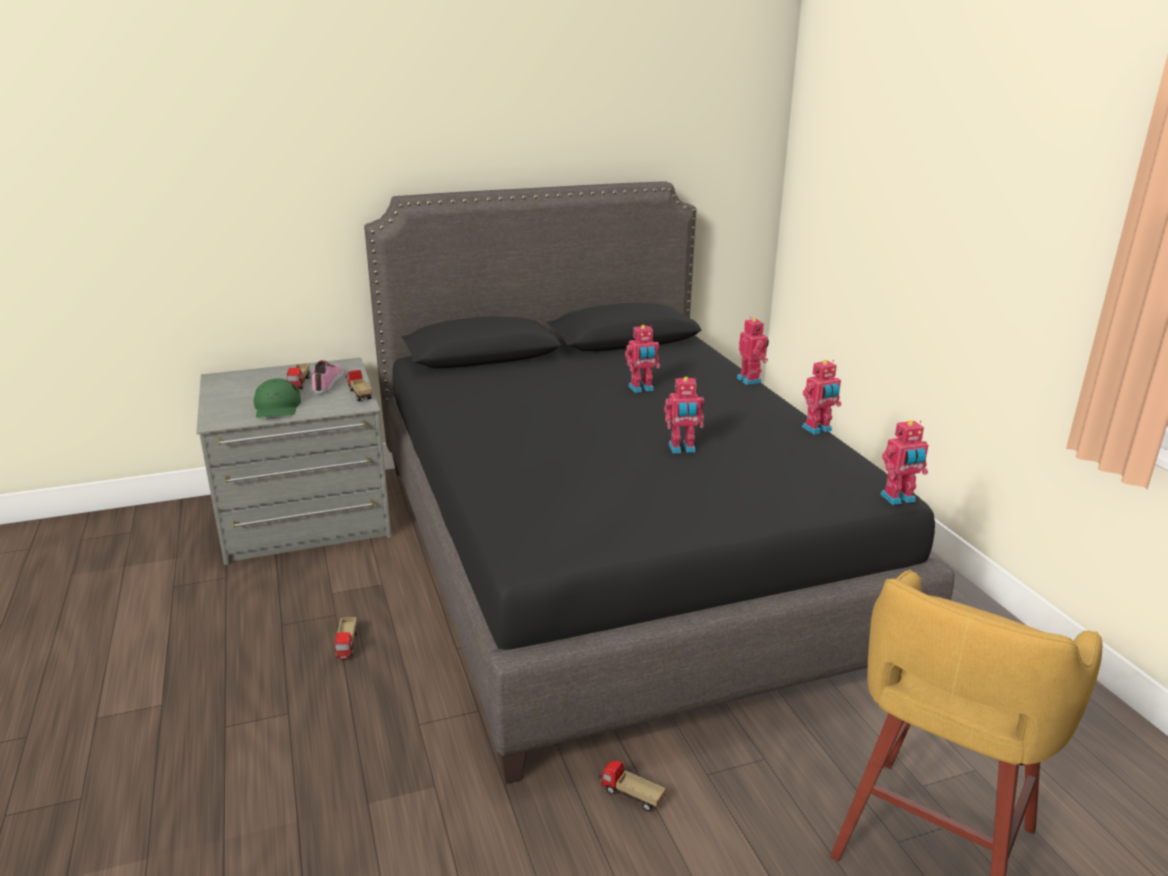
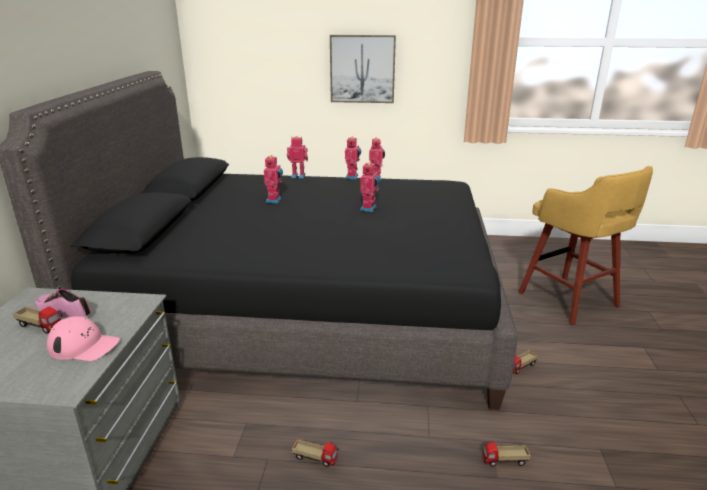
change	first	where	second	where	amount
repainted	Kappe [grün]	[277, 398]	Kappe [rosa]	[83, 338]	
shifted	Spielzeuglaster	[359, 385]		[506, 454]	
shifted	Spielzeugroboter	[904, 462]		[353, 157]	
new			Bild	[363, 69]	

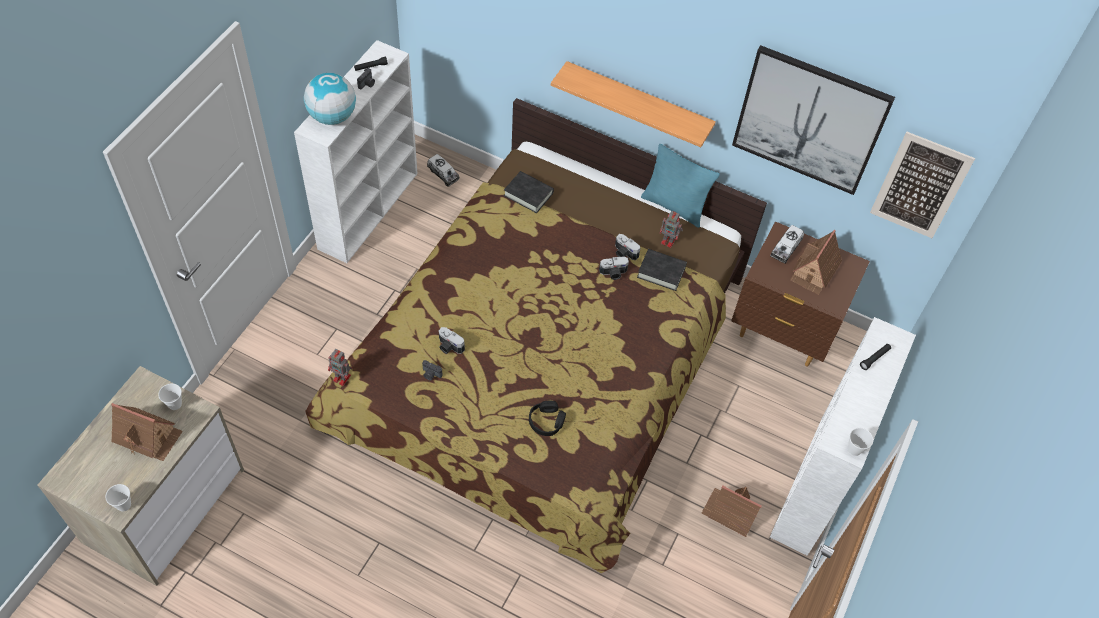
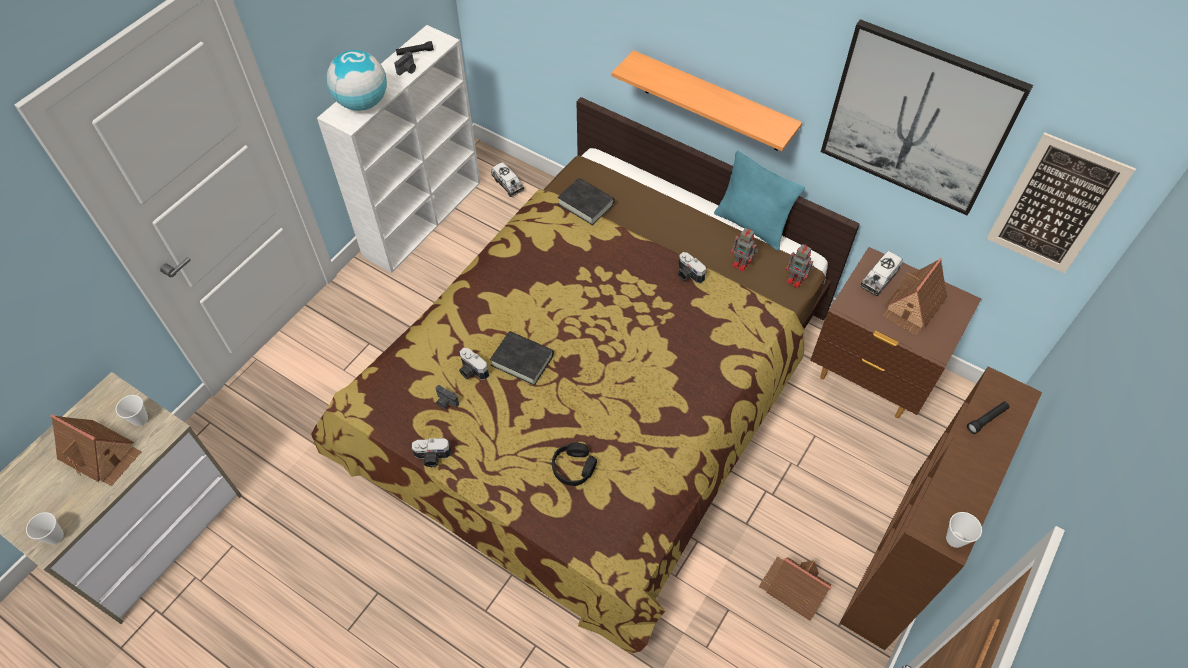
change	first	where	second	where	amount
shifted	Spielzeugroboter	[340, 367]		[800, 266]	
shifted	Kamera	[614, 268]		[431, 452]	
shifted	Buch [schwarz]	[662, 270]		[522, 358]	
repainted	Bücherregal [weiß]	[843, 436]	Bücherregal [braun]	[941, 508]	

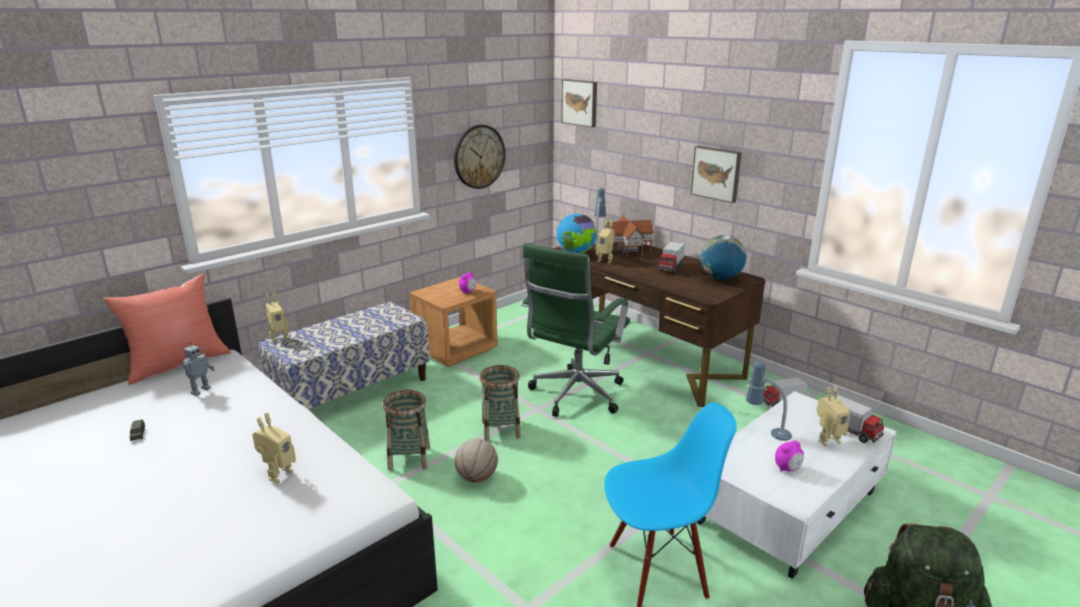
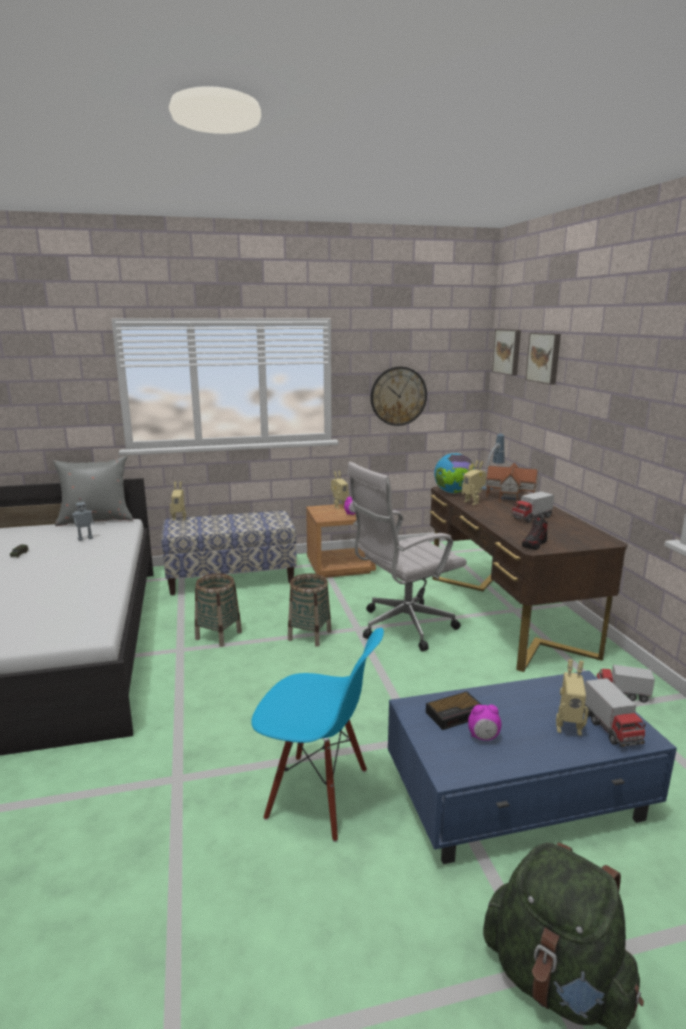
change	first	where	second	where	amount
repainted	Kissen [rot]	[167, 329]	Kissen [grau]	[93, 491]	
shifted	Spielzeugroboter	[274, 447]		[340, 489]	
gone	Basketball	[476, 461]			
repainted	Bürostuhl [grün]	[575, 330]	Bürostuhl [weiß]	[407, 556]	
shifted	Bild	[716, 174]		[543, 359]	
repainted	Couchtisch [weiß]	[797, 485]	Couchtisch [blau]	[532, 767]	
gone	Globus	[723, 257]			
gone	Tischlampe	[769, 401]			
new			Wecker	[454, 710]	
new			Schuh	[535, 533]	

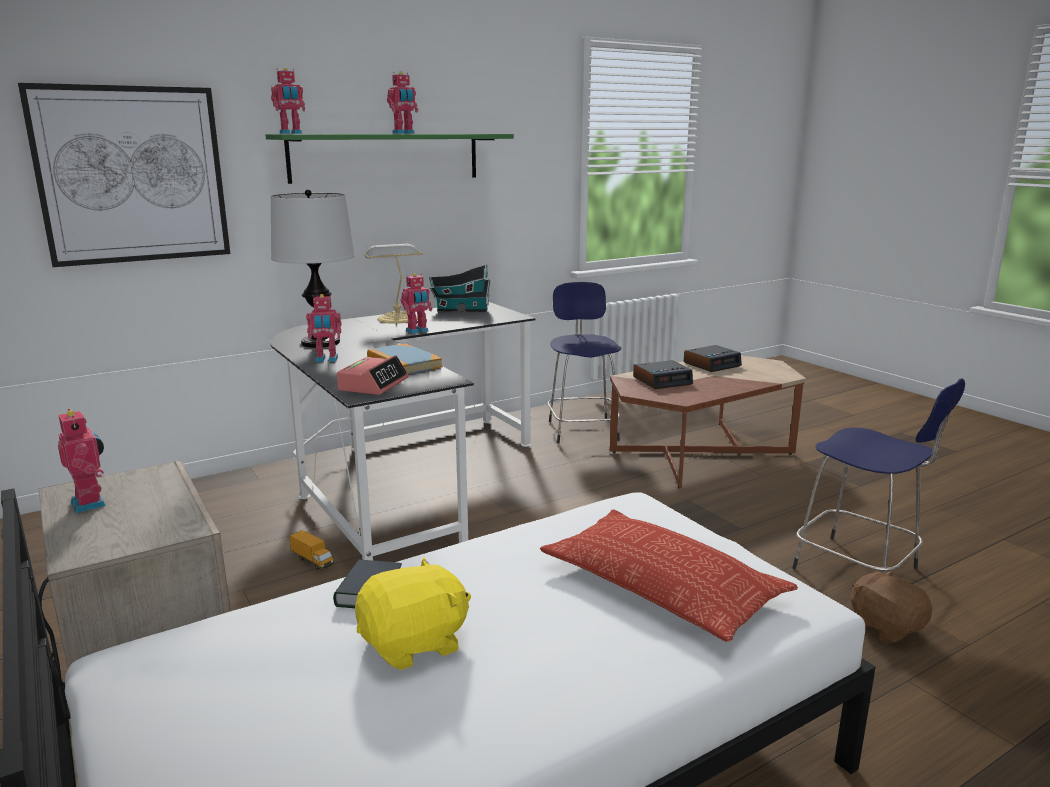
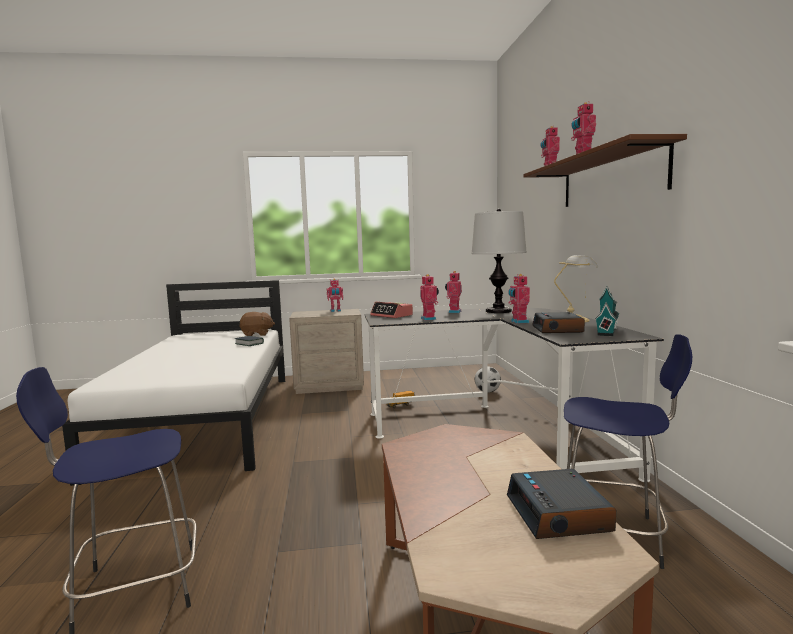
change	first	where	second	where	amount
gone	Bild	[124, 175]			
repainted	Wandregal [grün]	[390, 159]	Wandregal [braun]	[605, 170]	
gone	Plüschtier [gelb]	[413, 613]			
swapped	Buch	[405, 358]	Spielzeugroboter	[429, 297]	
gone	Kissen	[669, 576]			
shifted	Wecker	[663, 374]		[558, 322]	
shifted	Plüschtier [braun]	[891, 607]		[257, 324]	
new			Fußball	[488, 380]	

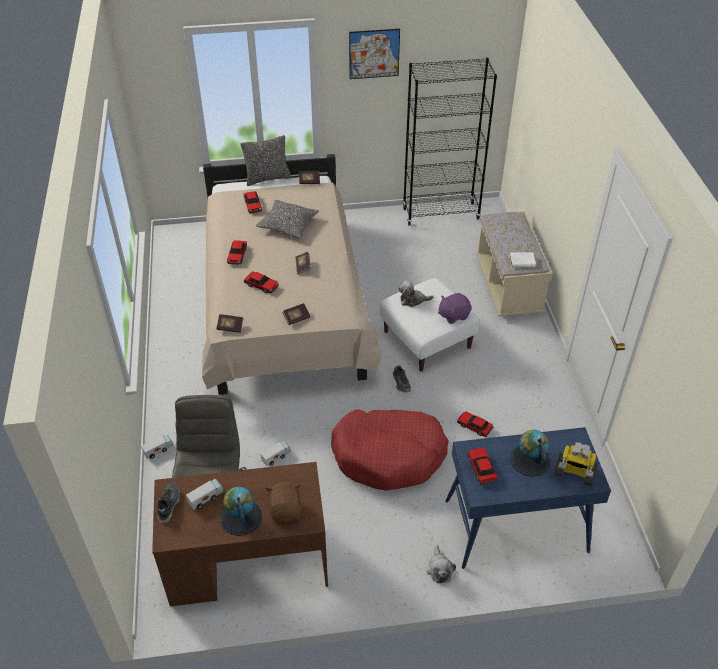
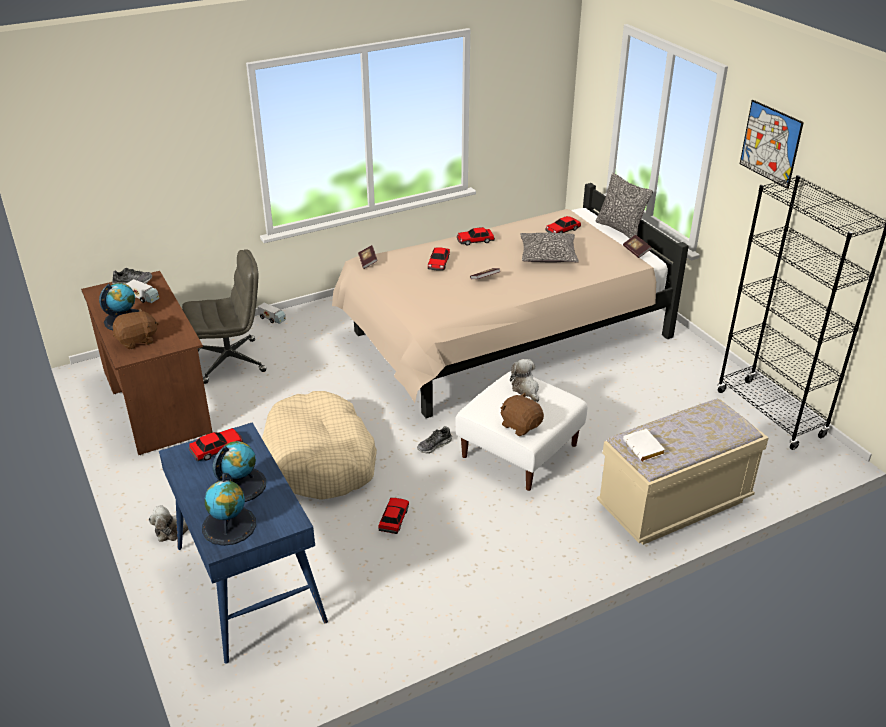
change	first	where	second	where	amount
gone	Spielzeuglaster	[276, 453]			
gone	Buch	[296, 314]			
repainted	Hundebett [rot]	[390, 449]	Hundebett [beige]	[319, 445]	
repainted	Plüschtier [lila]	[454, 308]	Plüschtier [braun]	[522, 414]	
swapped	Spielzeugroboter	[575, 464]	Globus	[229, 509]	

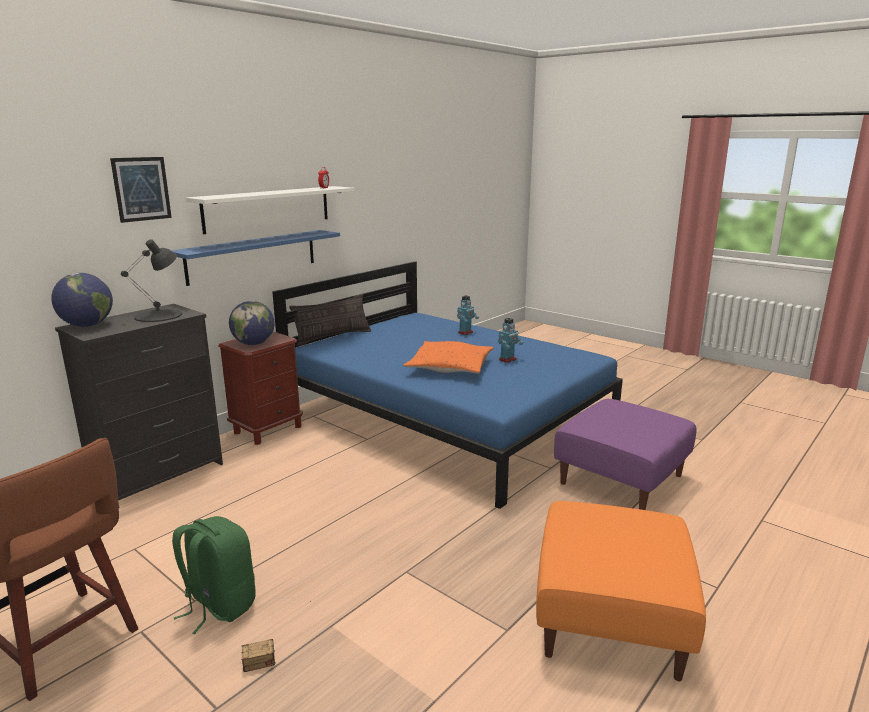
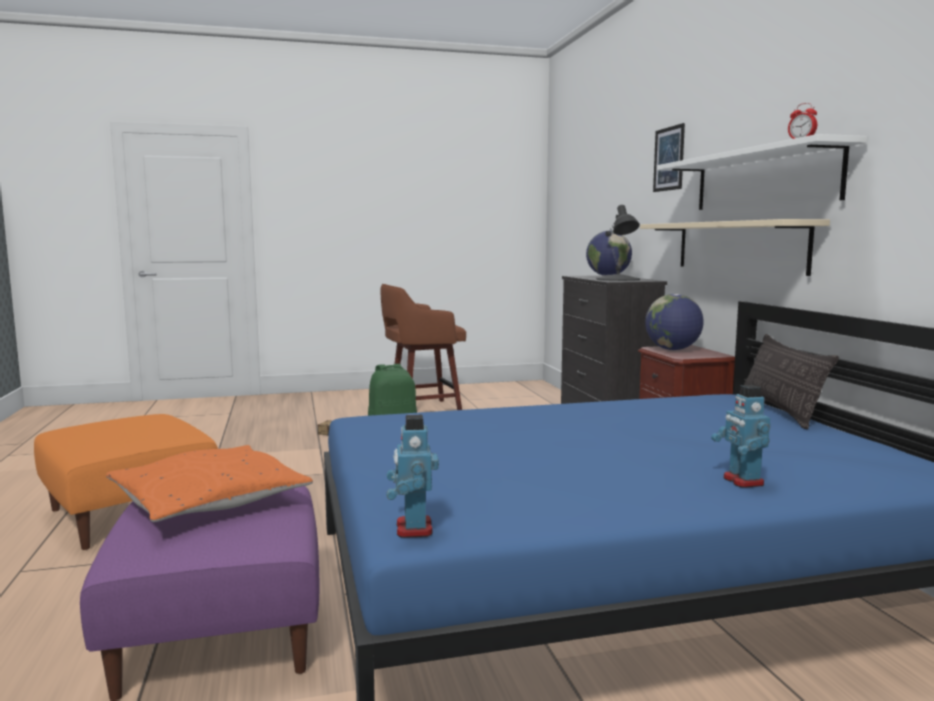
change	first	where	second	where	amount
repainted	Wandregal [blau]	[255, 258]	Wandregal [beige]	[735, 247]	
shifted	Kissen [orange]	[448, 357]		[209, 483]	
shifted	Spielzeugroboter	[510, 340]		[412, 476]	

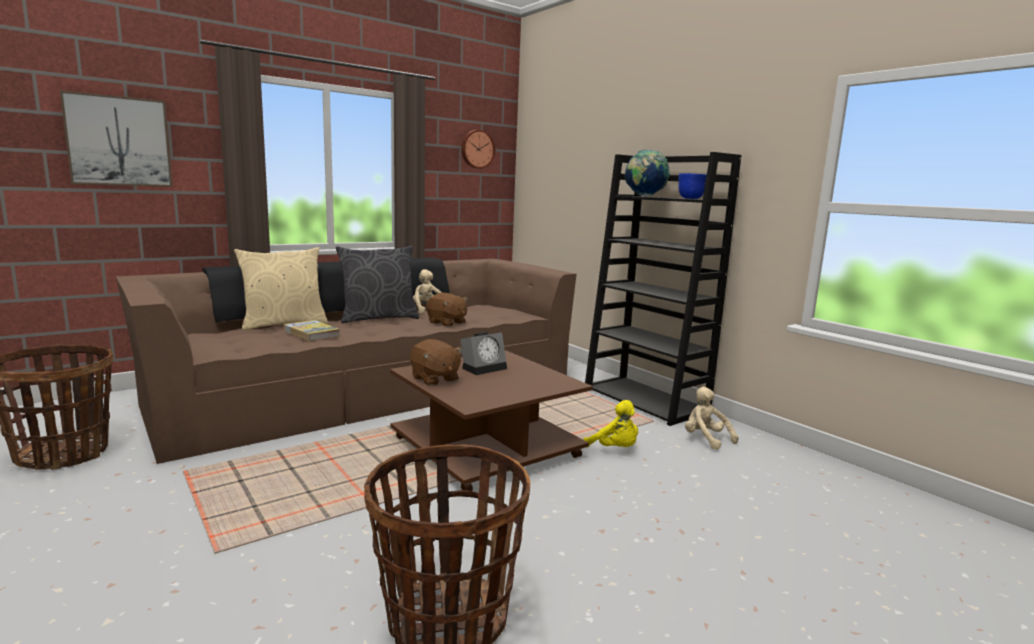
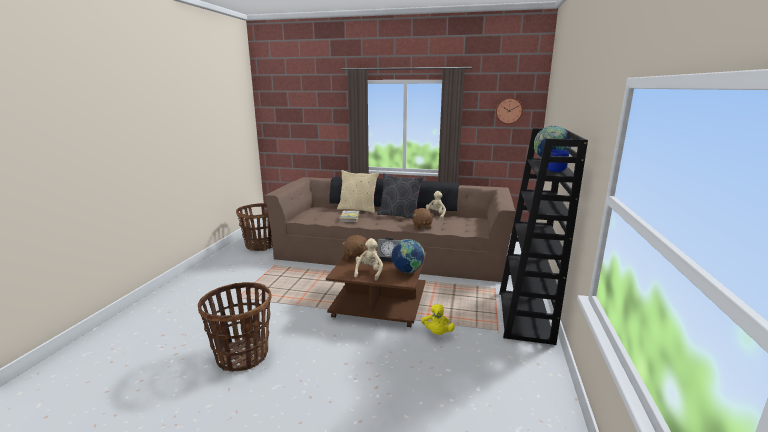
change	first	where	second	where	amount
gone	Bild	[116, 138]			
shifted	Plüschtier [beige]	[712, 418]		[368, 259]	
new			Globus	[408, 256]	

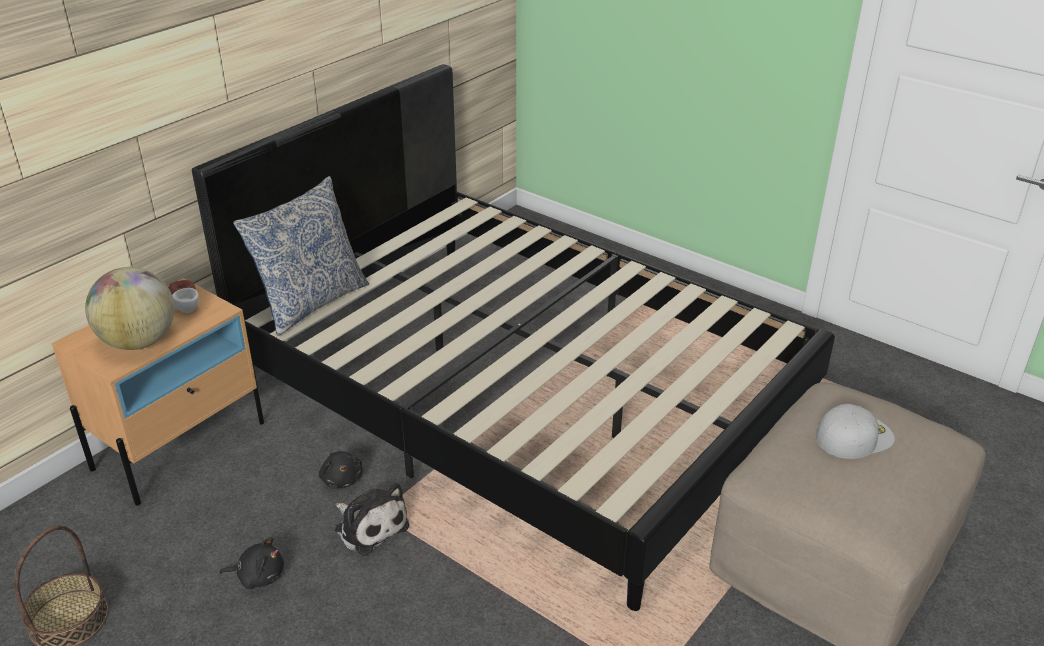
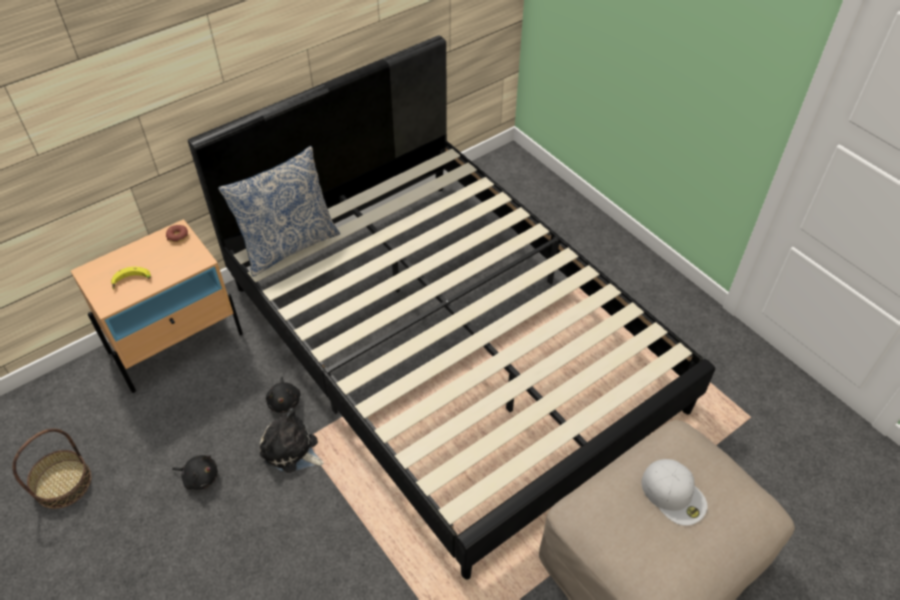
change	first	where	second	where	amount
swapped	Globus	[129, 308]	Banane	[131, 278]	
gone	Tasse [weiß]	[185, 300]			
rotated	Plüschtier	[372, 519]		[291, 440]	150 degrees clockwise
rotated	Kappe [weiß]	[855, 431]		[675, 492]	60 degrees clockwise

